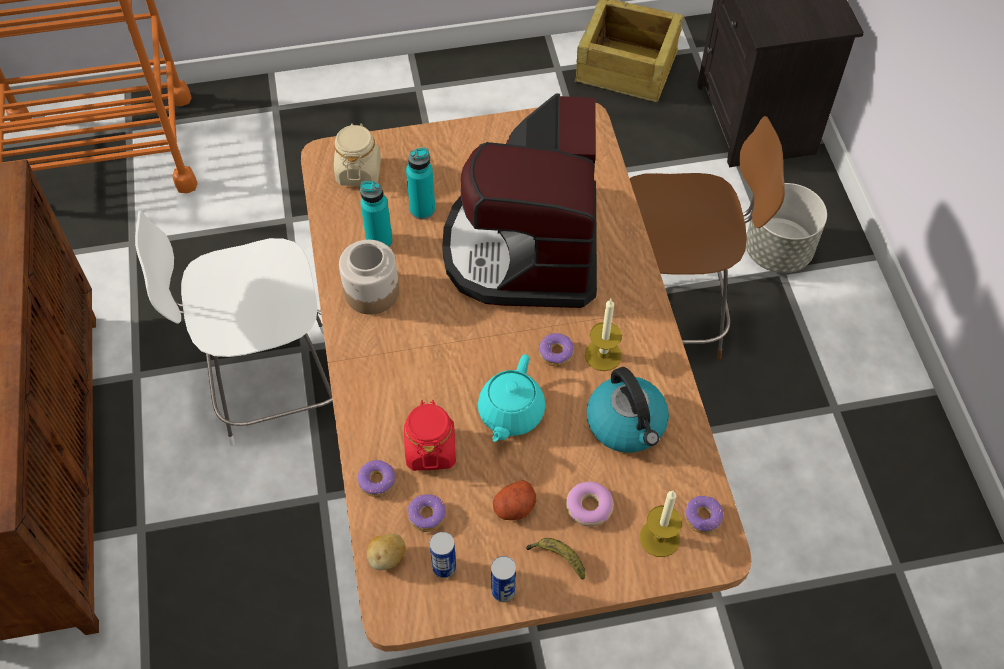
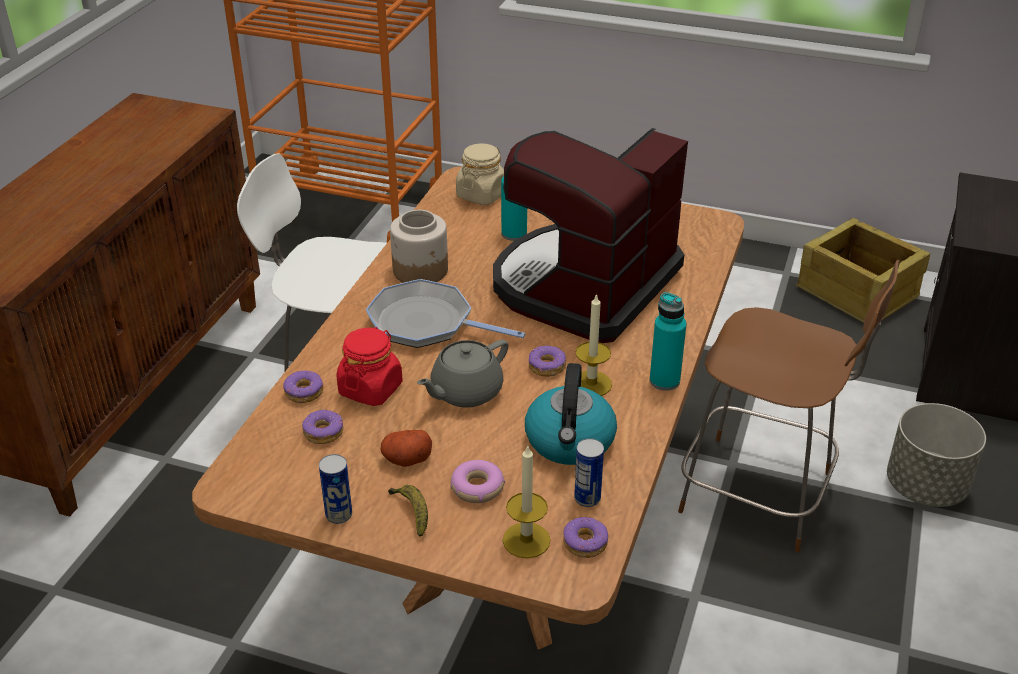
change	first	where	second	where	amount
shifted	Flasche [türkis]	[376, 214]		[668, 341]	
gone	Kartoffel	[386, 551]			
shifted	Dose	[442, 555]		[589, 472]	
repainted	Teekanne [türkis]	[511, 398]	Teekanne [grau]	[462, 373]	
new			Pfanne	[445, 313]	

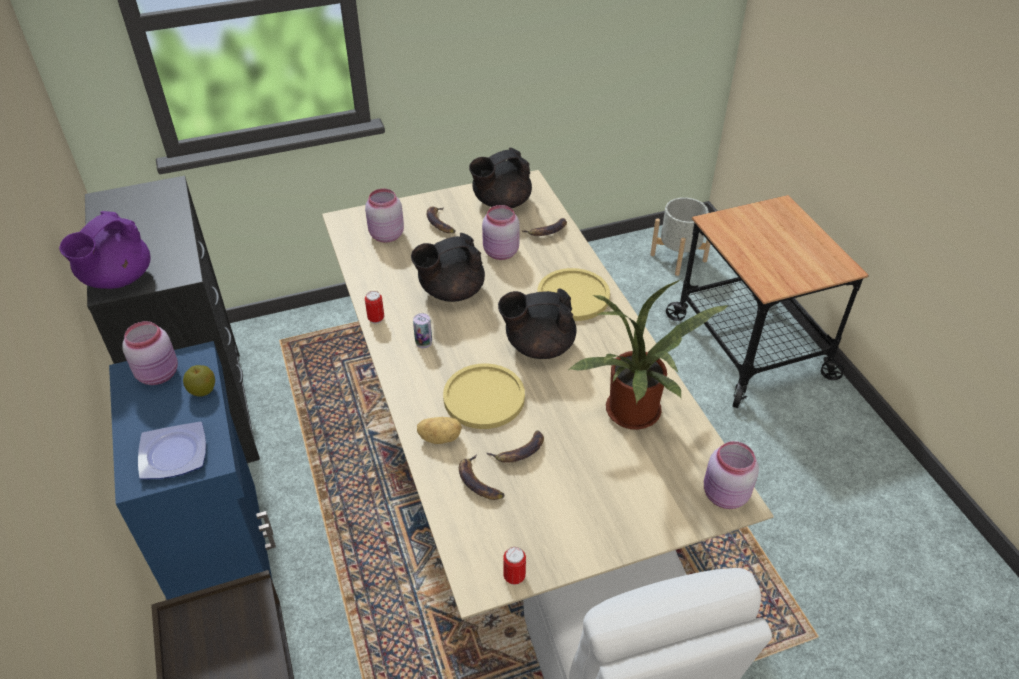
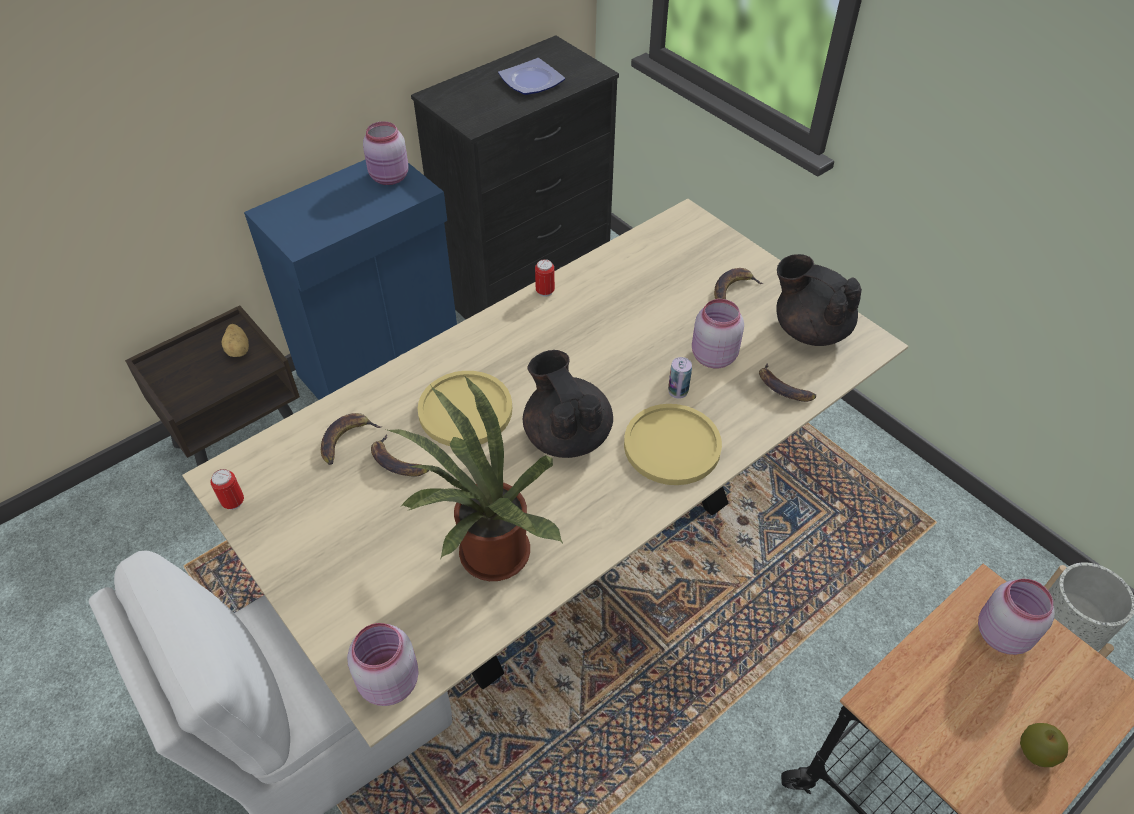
change	first	where	second	where	amount
gone	Teekanne [lila]	[104, 250]			
shifted	Teller	[172, 450]		[531, 76]	
shifted	Apfel	[199, 380]		[1044, 745]	
shifted	Vorratsglas [rosa]	[384, 215]		[1016, 617]	
gone	Teekanne [schwarz]	[448, 267]			
shifted	Dose	[422, 330]		[680, 378]	
shifted	Kartoffel	[439, 430]		[235, 340]	

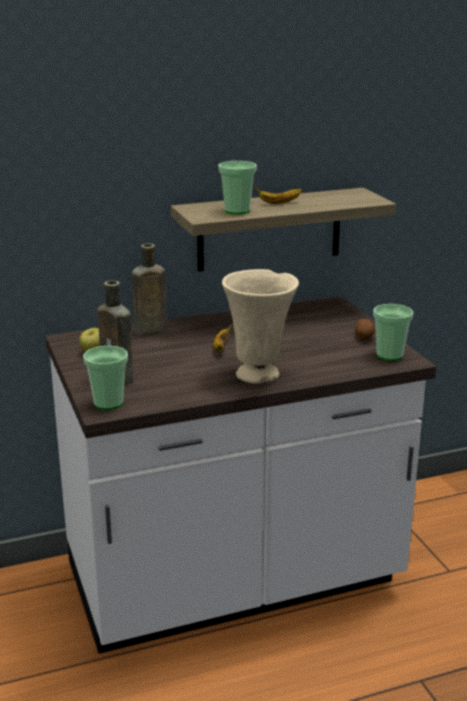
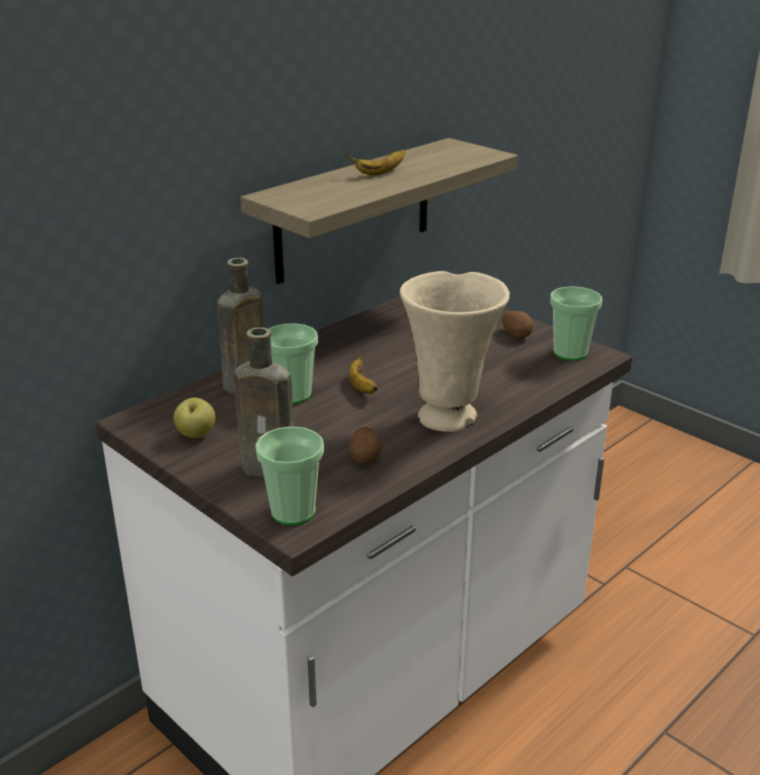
change	first	where	second	where	amount
shifted	Tasse	[238, 187]		[293, 363]	
new			Kartoffel	[366, 445]	

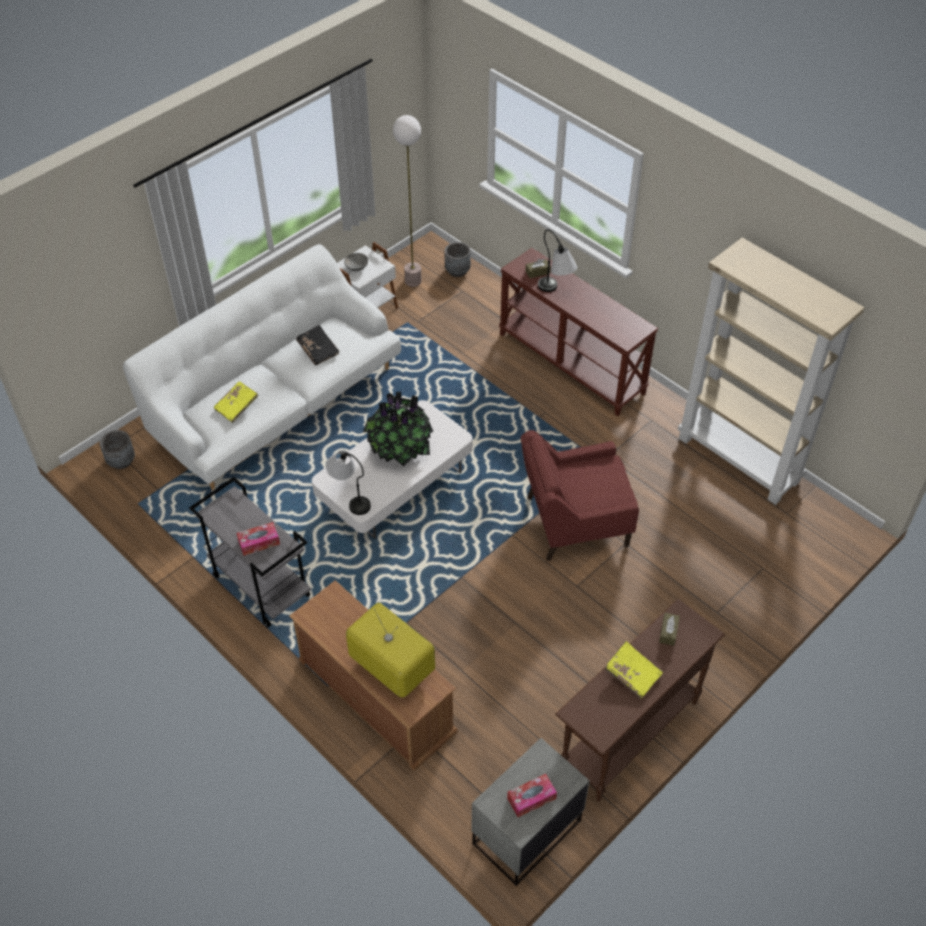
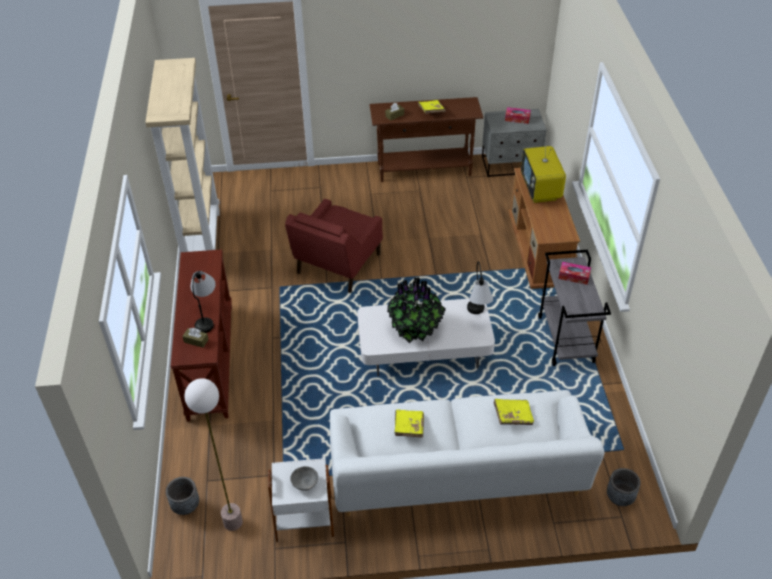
change	first	where	second	where	amount
repainted	Buch [schwarz]	[318, 345]	Buch [gelb]	[409, 423]	
rotated	Sessel [rot]	[580, 495]		[334, 246]	90 degrees clockwise

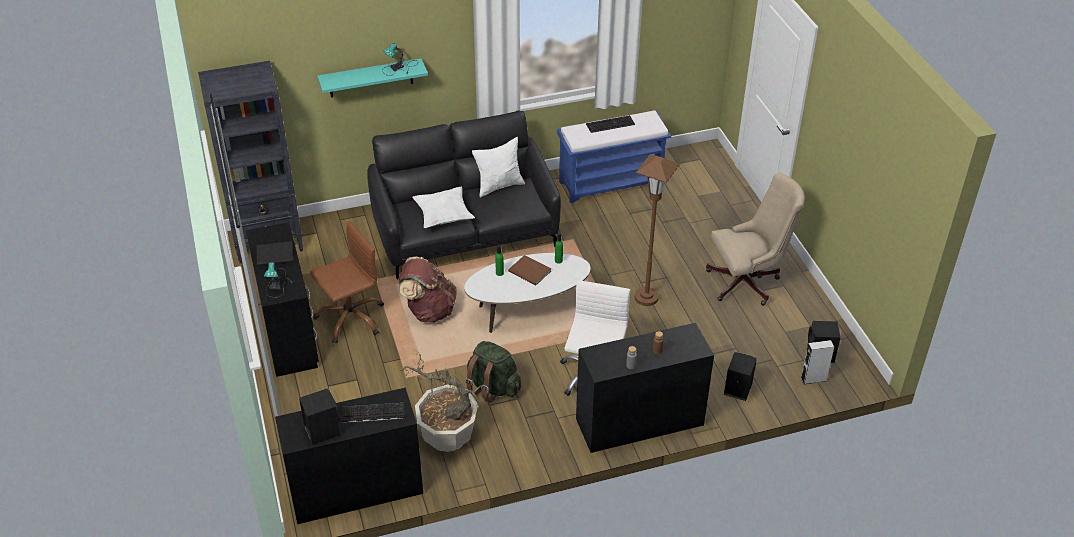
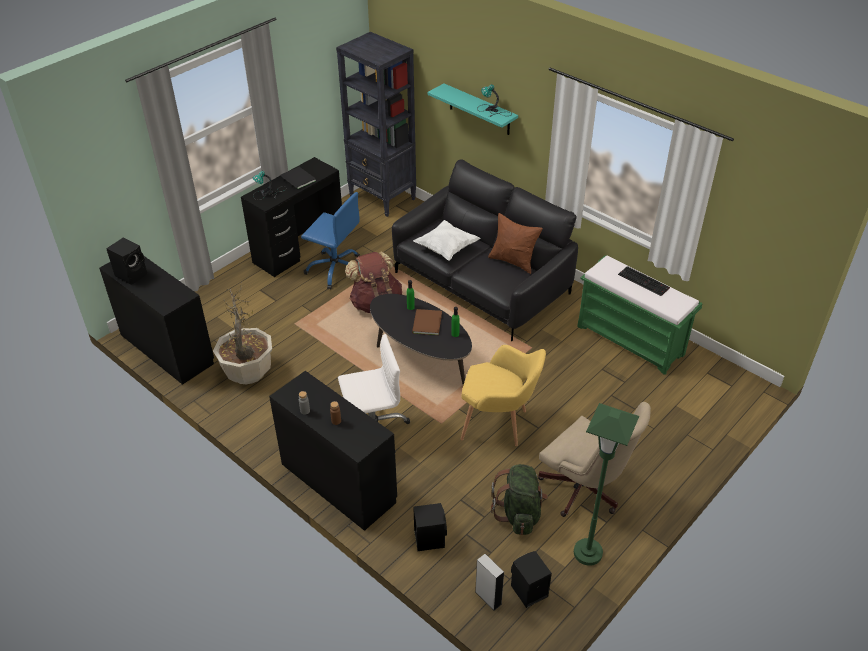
change	first	where	second	where	amount
repainted	Bürostuhl [braun]	[347, 282]	Bürostuhl [blau]	[330, 240]	
gone	Tastatur	[373, 413]			
repainted	Couchtisch [weiß]	[527, 293]	Couchtisch [schwarz]	[421, 339]	
shifted	Rucksack [grün]	[493, 372]		[519, 499]	
repainted	Kissen [weiß]	[498, 167]	Kissen [braun]	[515, 243]	
repainted	Bank [blau]	[614, 156]	Bank [grün]	[640, 315]	
swapped	Stehlampe [braun]	[657, 230]	Sessel [gelb]	[503, 395]	
new			Stehlampe [grün]	[606, 484]	

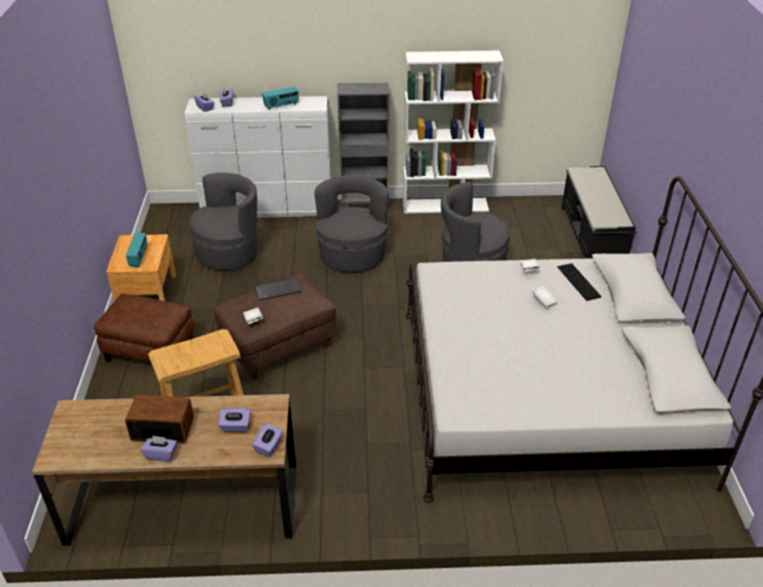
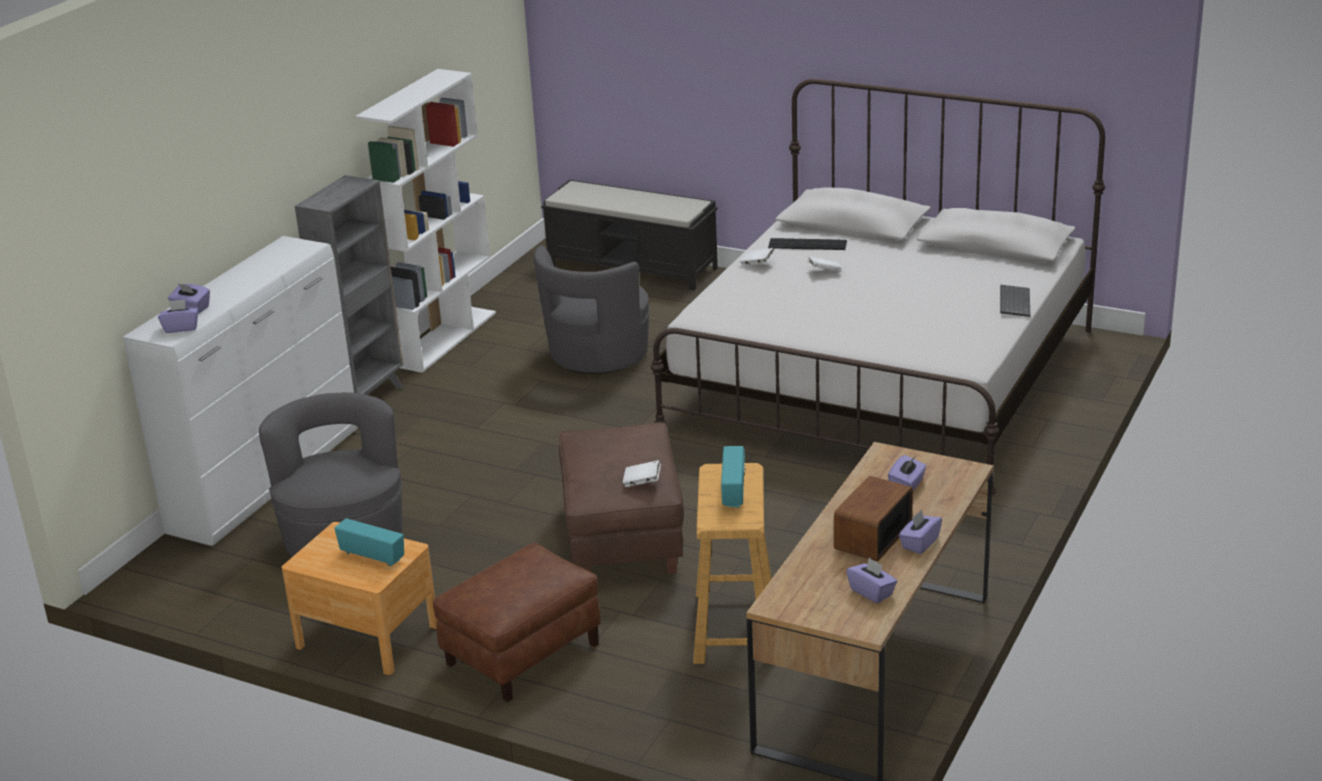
change	first	where	second	where	amount
shifted	Taschentuchbox [lila]	[268, 440]		[872, 580]	
shifted	Tastatur	[278, 289]		[1015, 301]	
shifted	Radio	[280, 98]		[733, 476]	
gone	Sessel [grau]	[352, 224]			

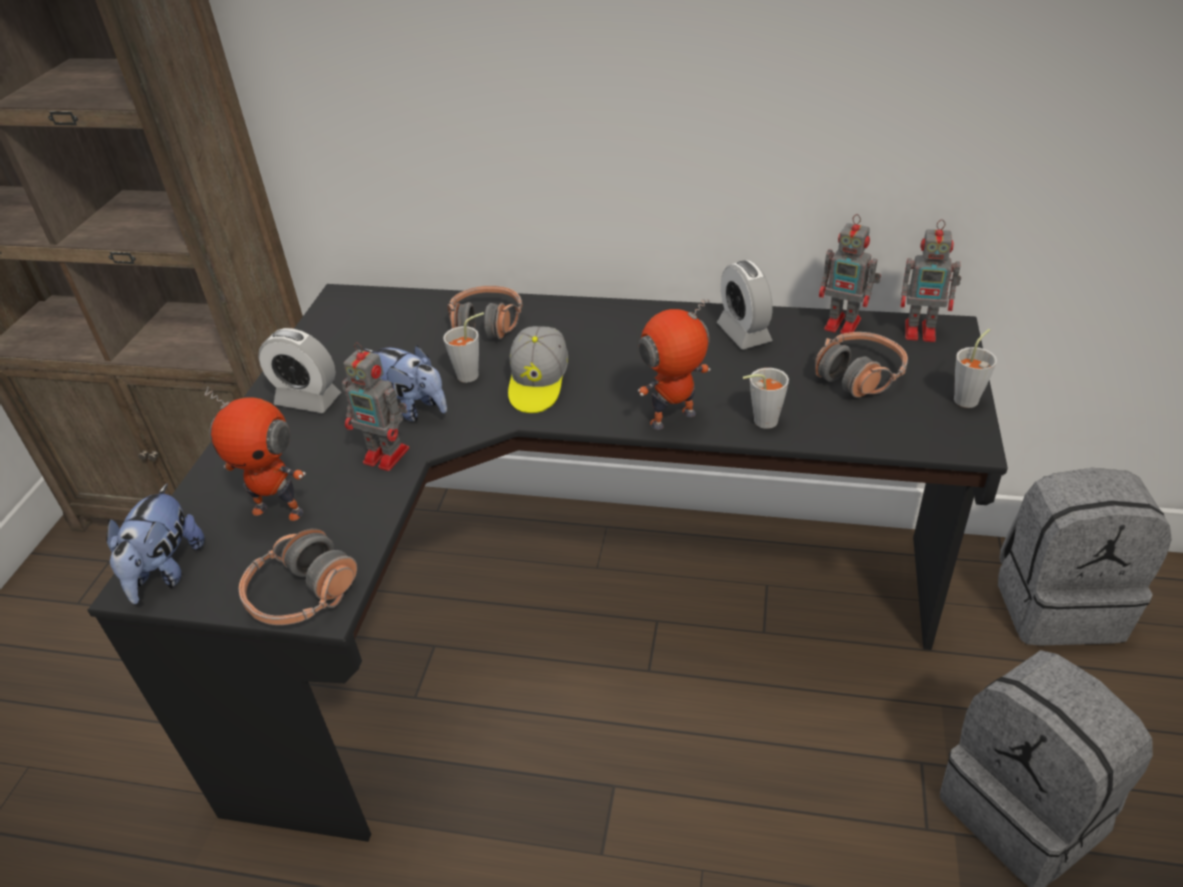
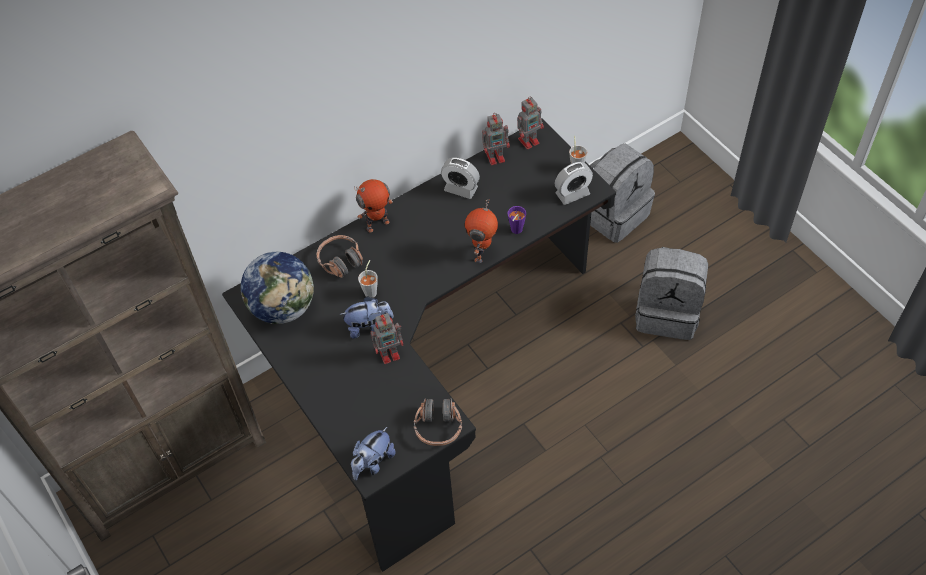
change	first	where	second	where	amount
rotated	Plüschtier	[155, 543]		[373, 453]	75 degrees clockwise
shifted	Spielzeugroboter	[255, 454]		[373, 206]	
shifted	Wecker	[299, 370]		[574, 183]	
gone	Kappe	[538, 369]			
repainted	Tasse [grau]	[766, 398]	Tasse [lila]	[516, 220]	
gone	Kopfhörer	[861, 365]			
new			Globus	[277, 288]	

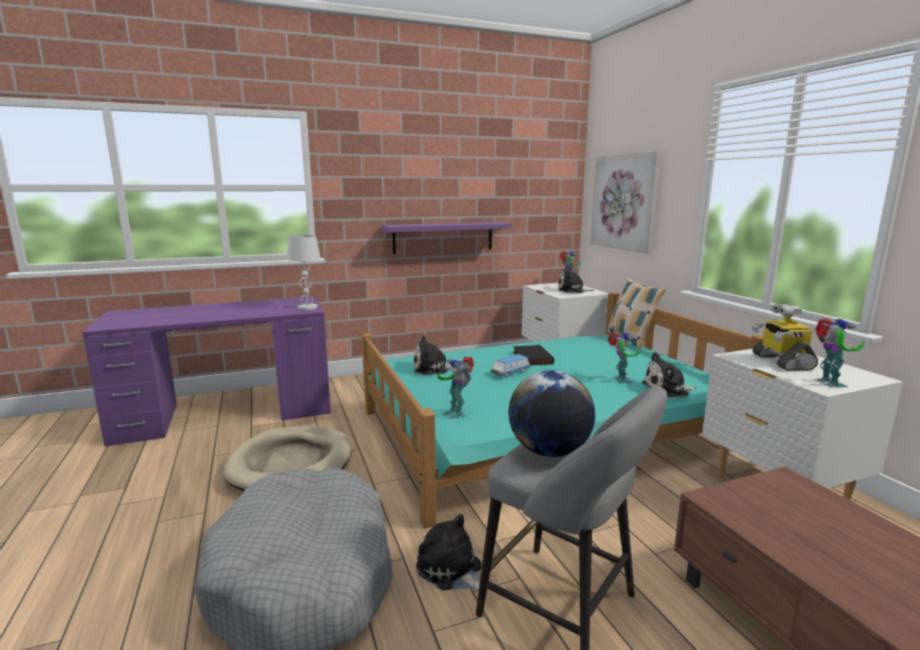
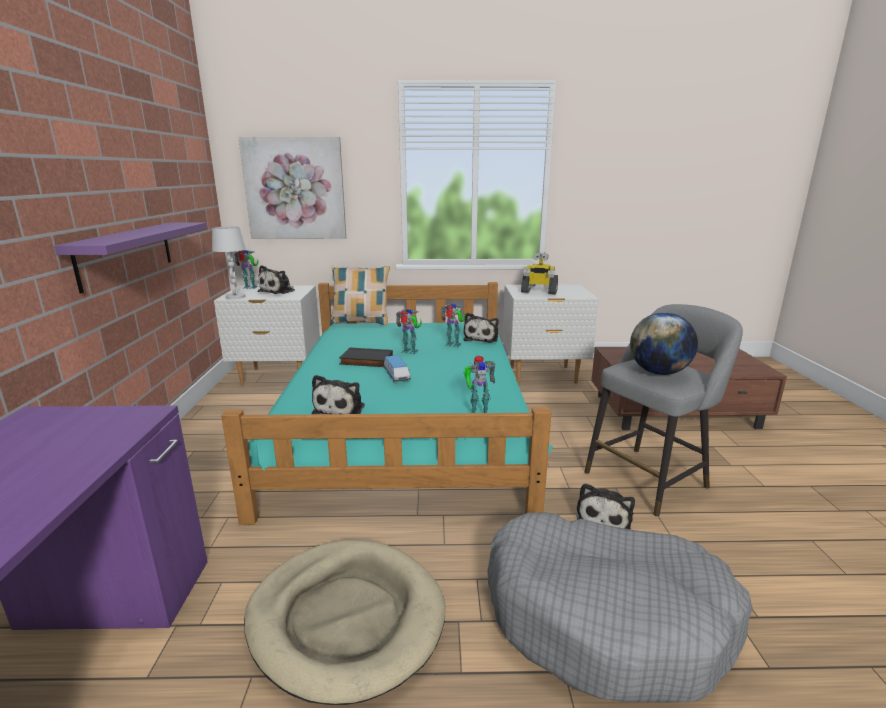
change	first	where	second	where	amount
shifted	Tischlampe [weiß]	[304, 272]		[229, 262]	
rotated	Plüschtier	[449, 552]		[605, 506]	45 degrees counterclockwise
shifted	Spielzeugroboter	[840, 353]		[409, 332]	

